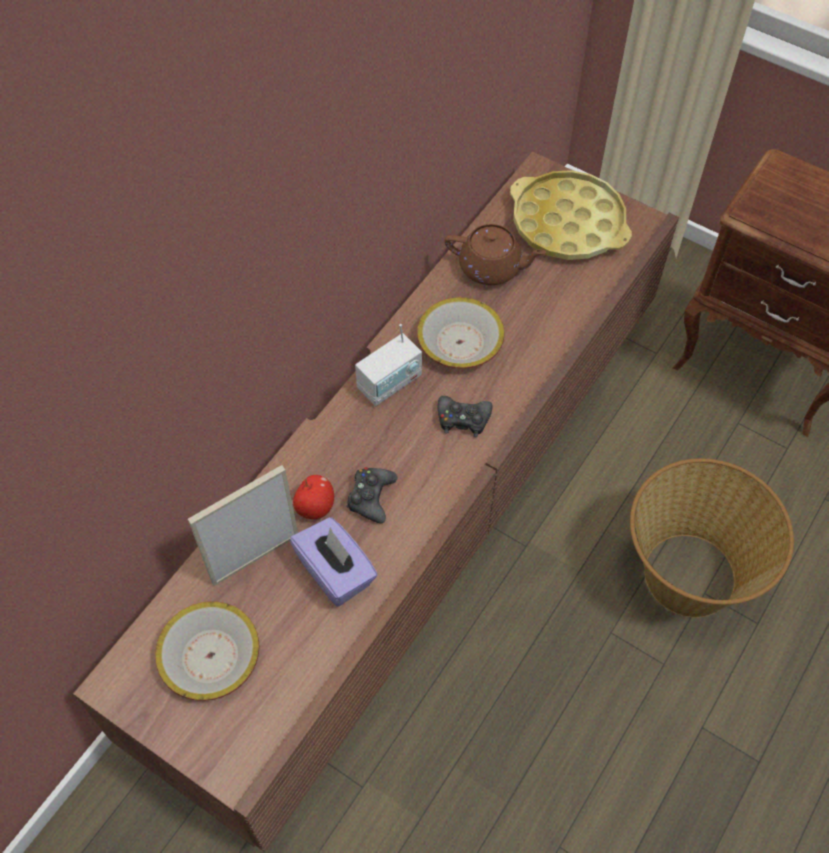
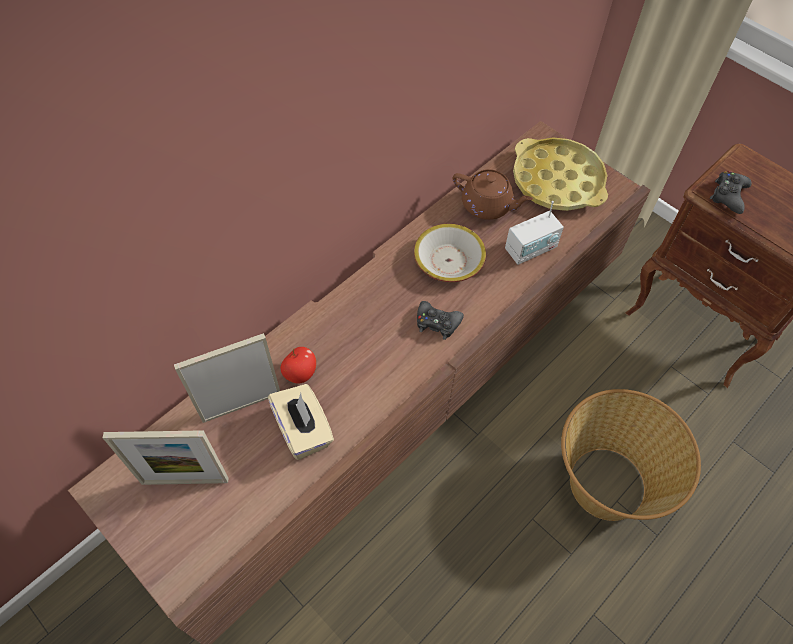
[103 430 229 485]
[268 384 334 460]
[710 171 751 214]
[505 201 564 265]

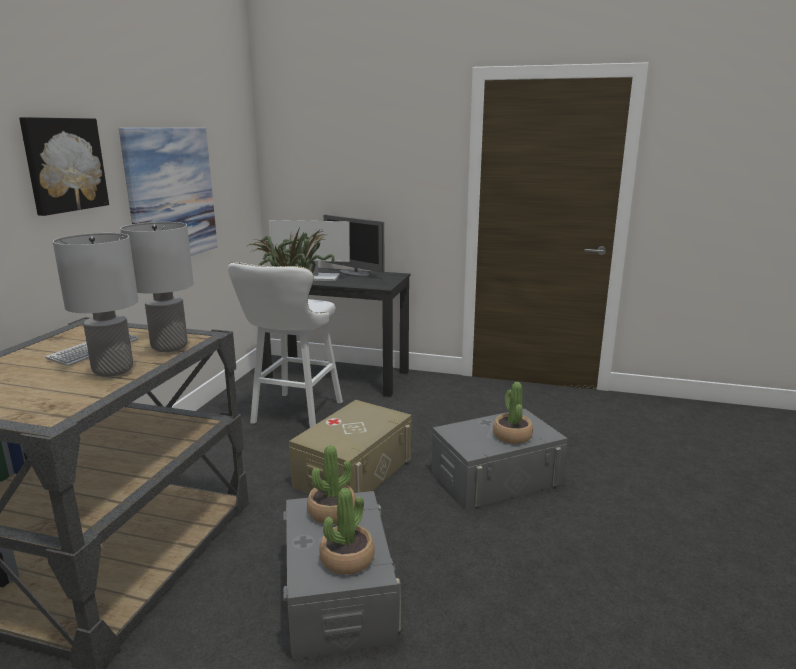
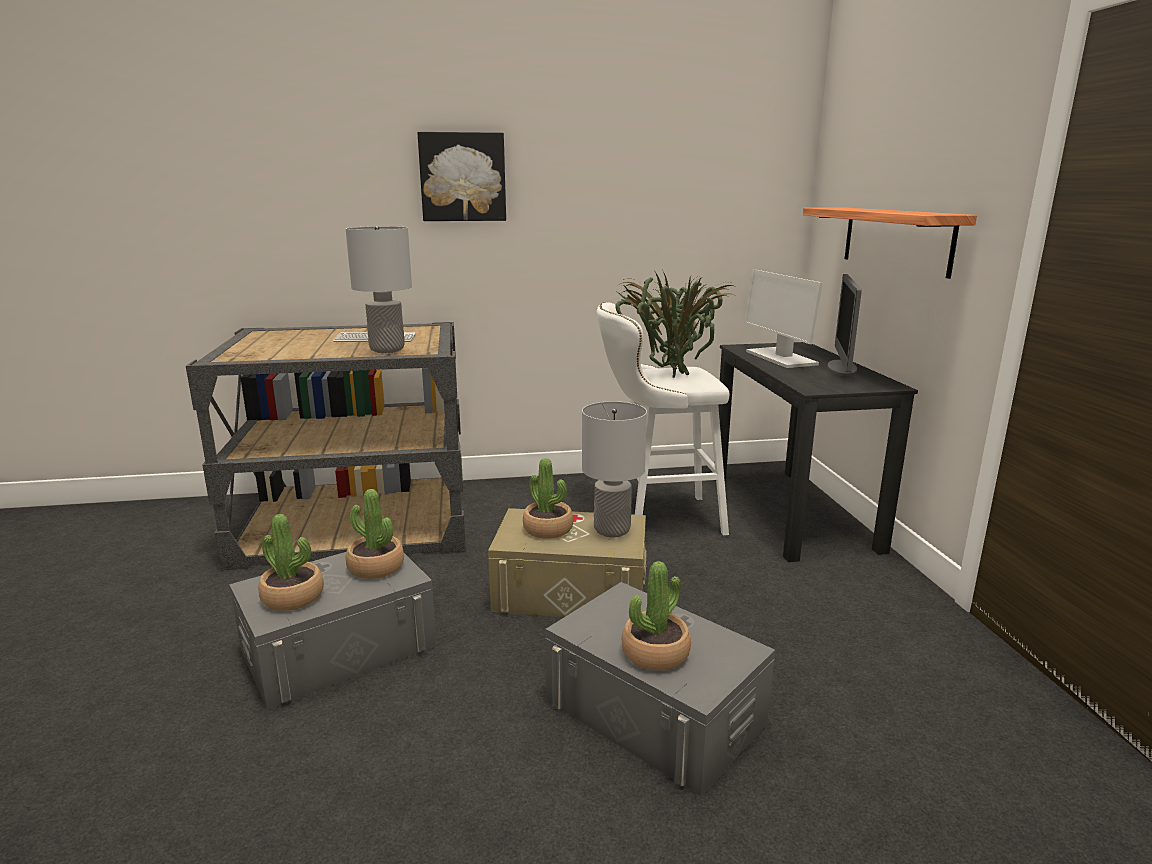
[582 401 647 538]
[119 128 218 256] (first image)
[523 458 573 539]
[803 207 977 279]

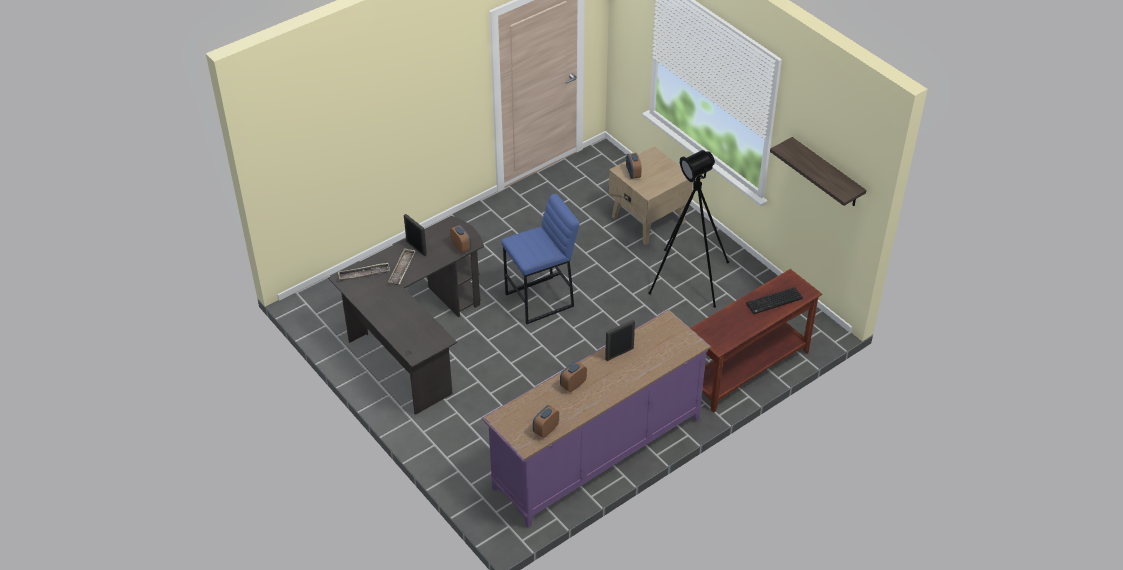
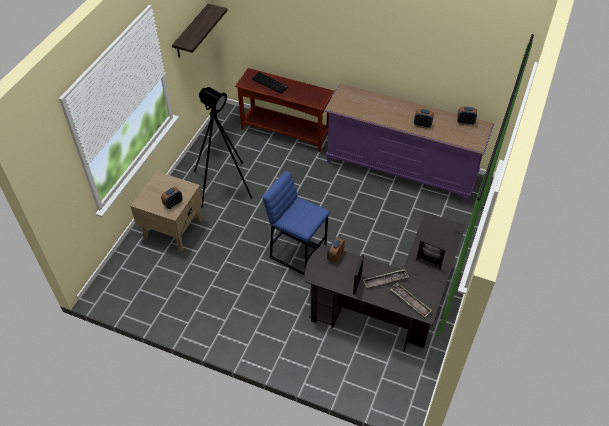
[416 239 446 270]

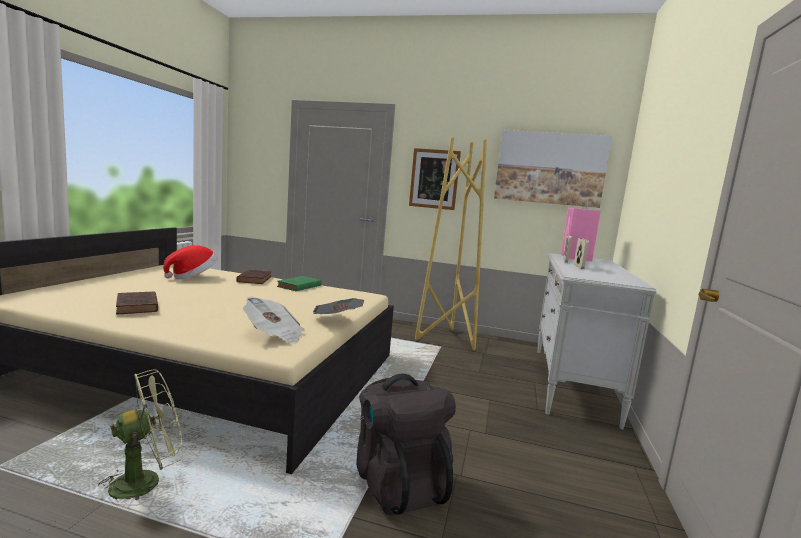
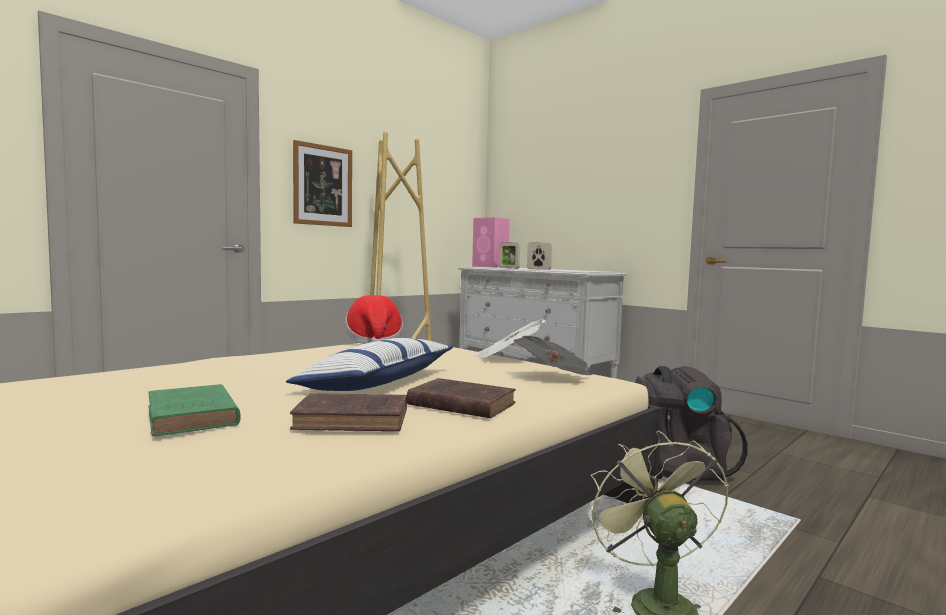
[345 295 403 344]
[407 378 516 418]
[148 384 241 436]
[494 130 612 208] (first image)
[286 338 453 391]

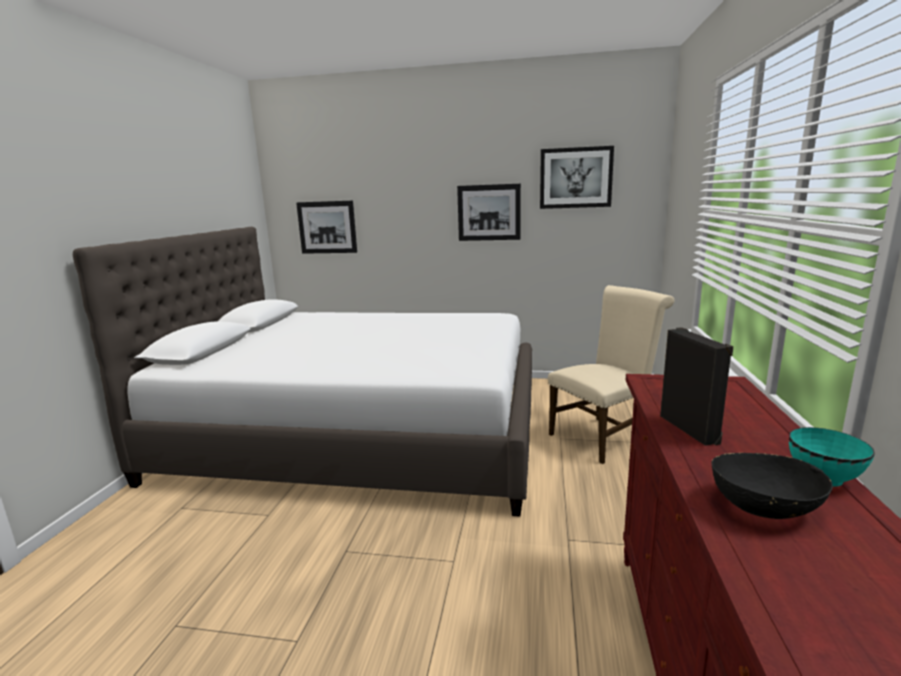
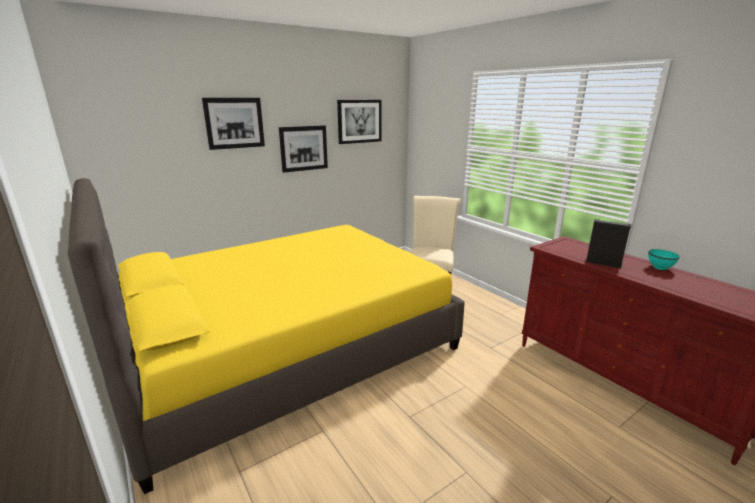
[68 178 465 494]
[202 98 265 150]
[711 453 833 519] (first image)

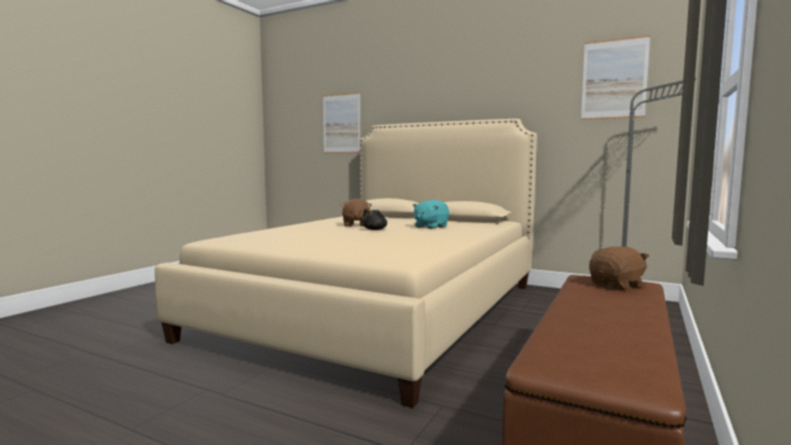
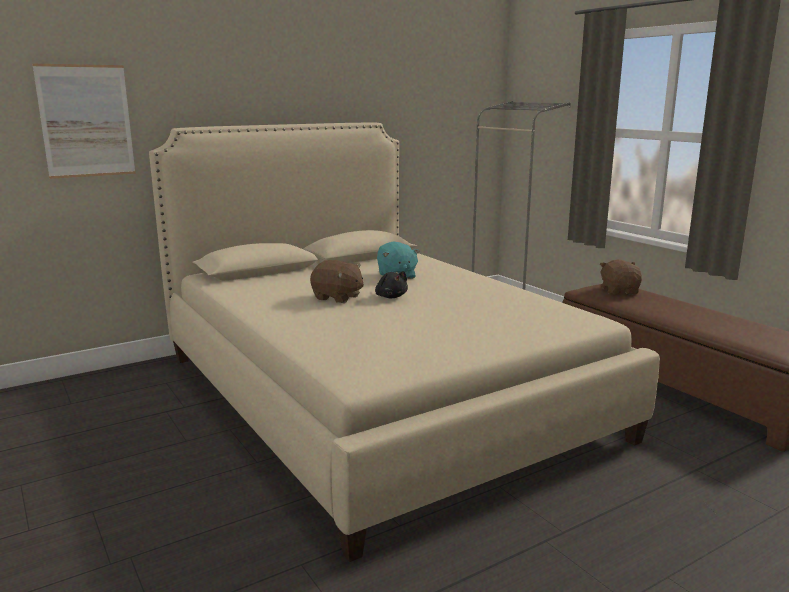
[581 35 650 120] (first image)

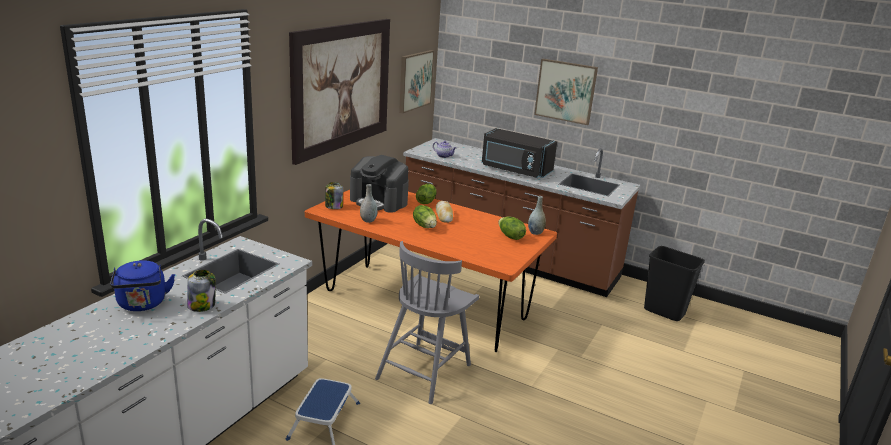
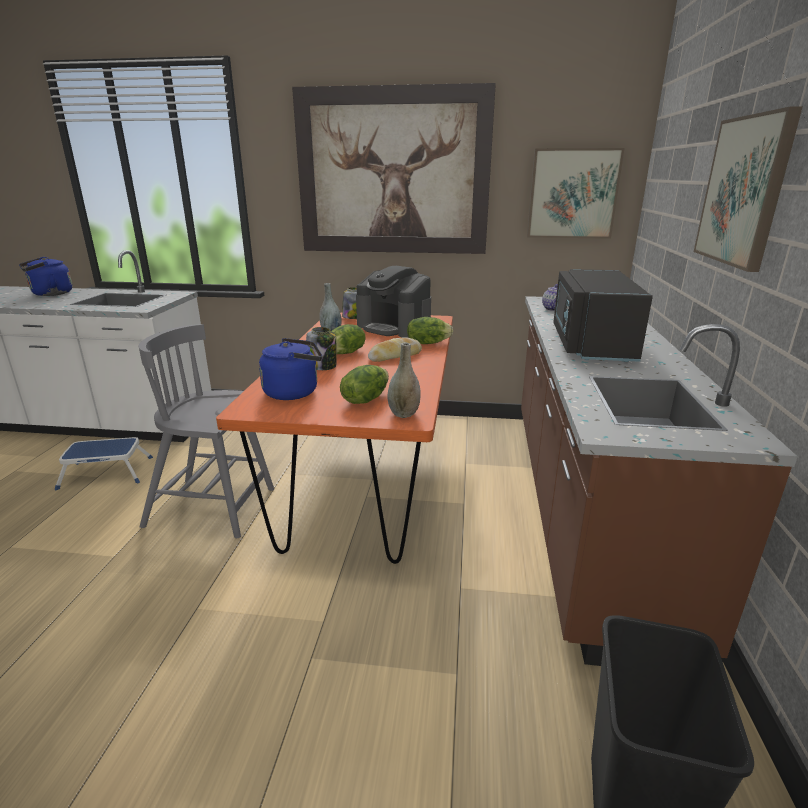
[306 327 336 370]
[356 266 431 338]
[259 338 322 400]

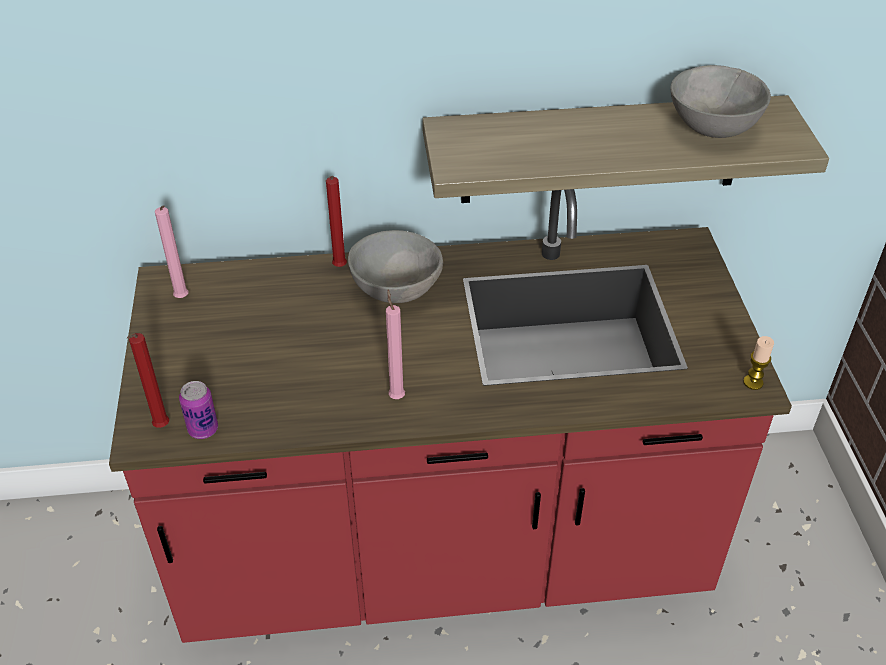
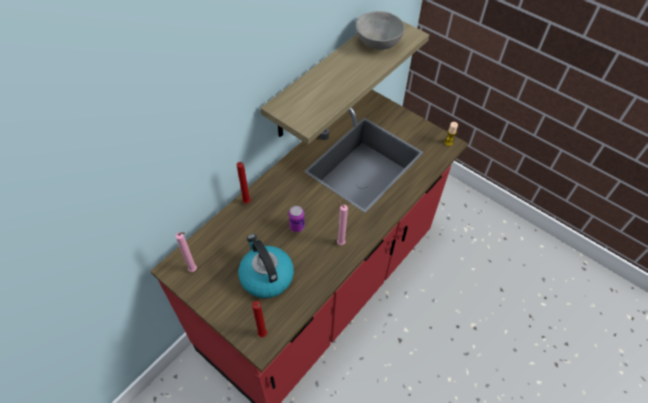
[289 205 305 232]
[348 230 443 303] (first image)
[238 234 294 298]

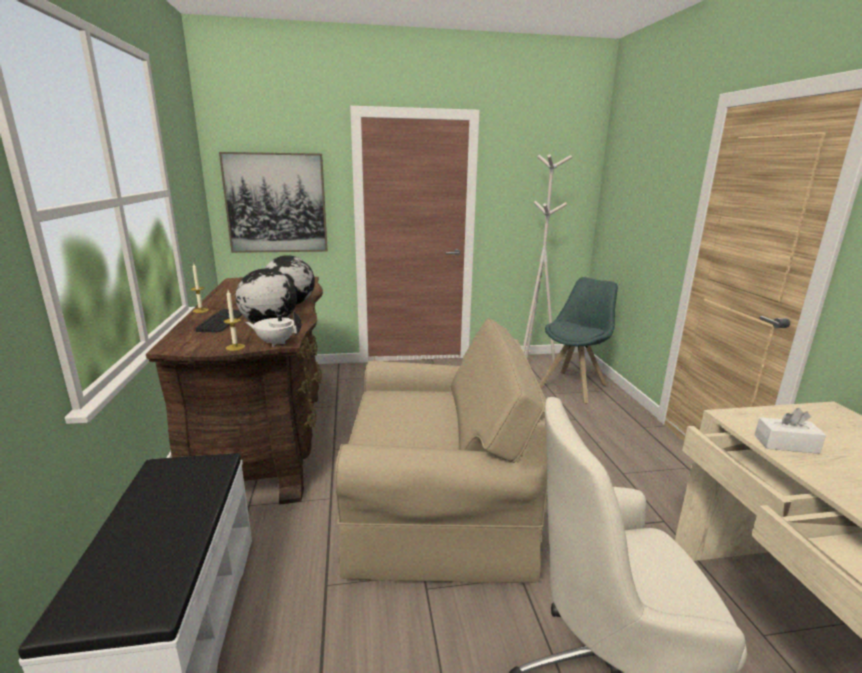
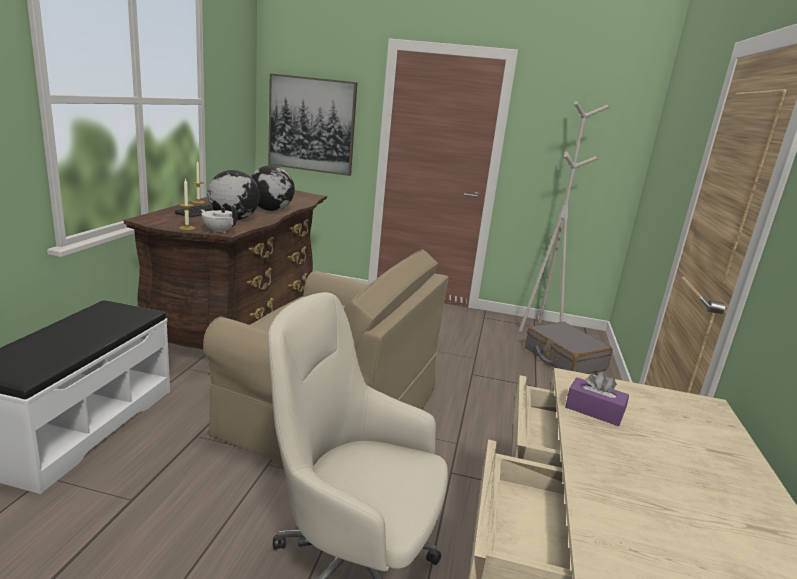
[525 322 613 374]
[565 372 629 426]

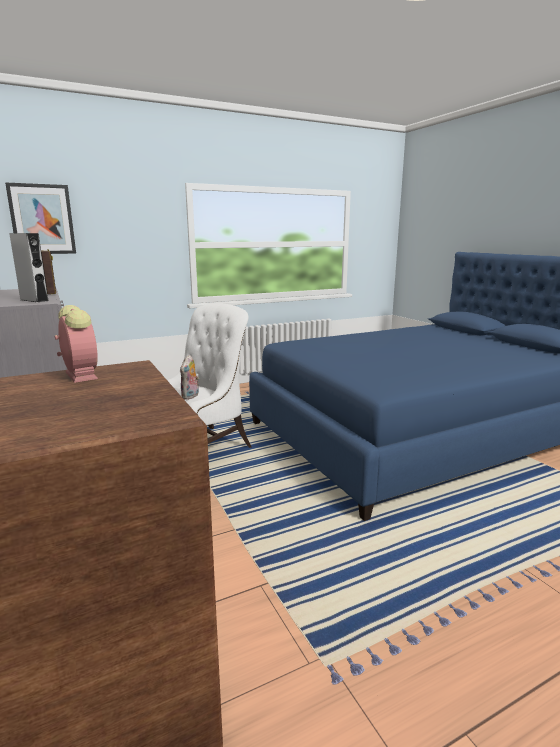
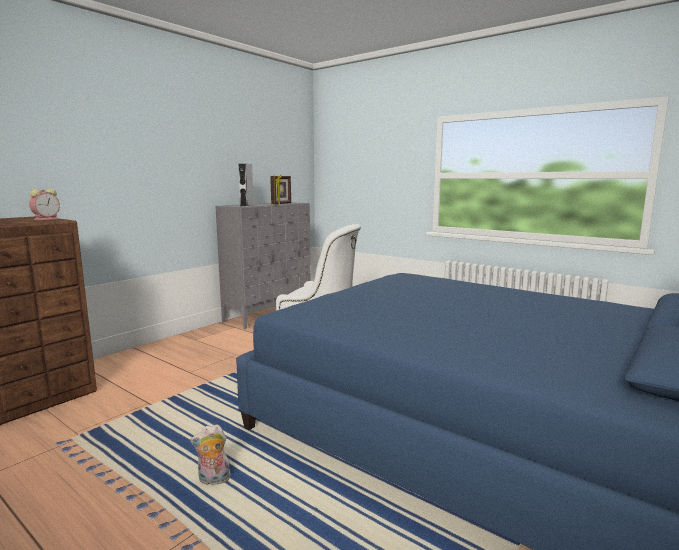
[5 182 76 254] (first image)
[190 424 231 485]

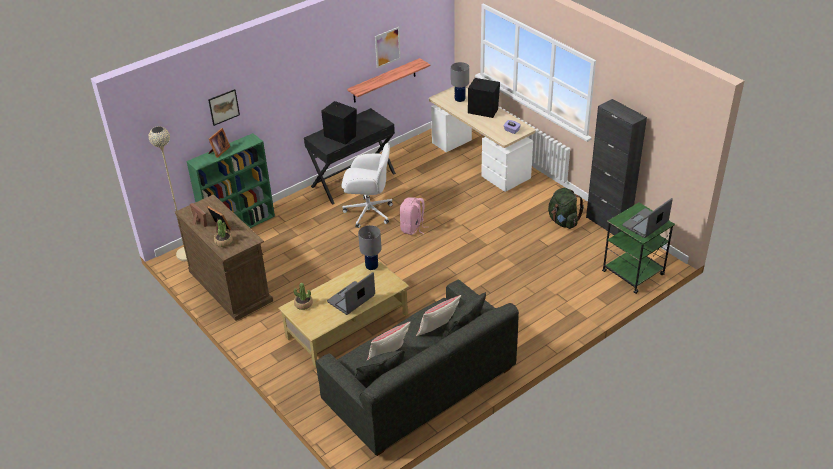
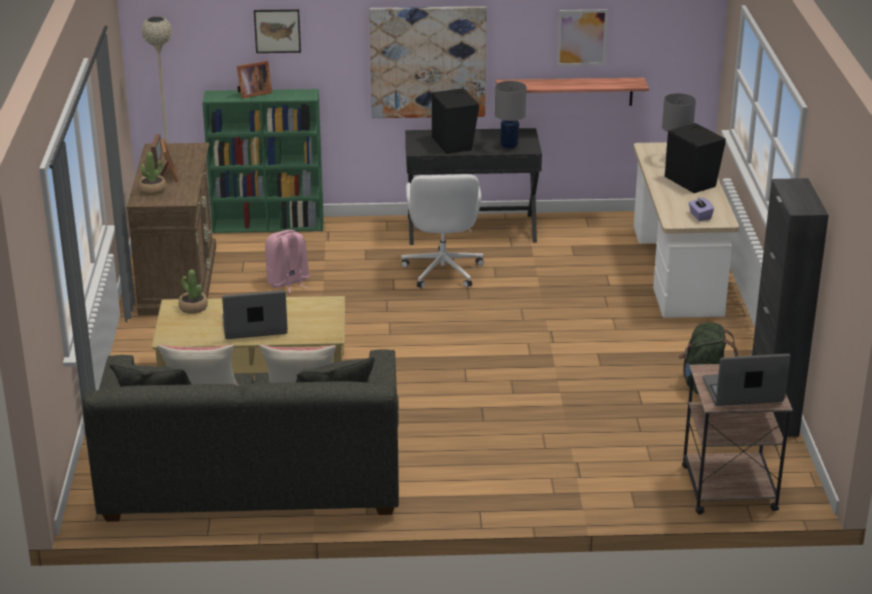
[401 174 484 288]
[495 81 526 148]
[265 230 310 293]
[682 364 793 515]
[369 6 487 118]

